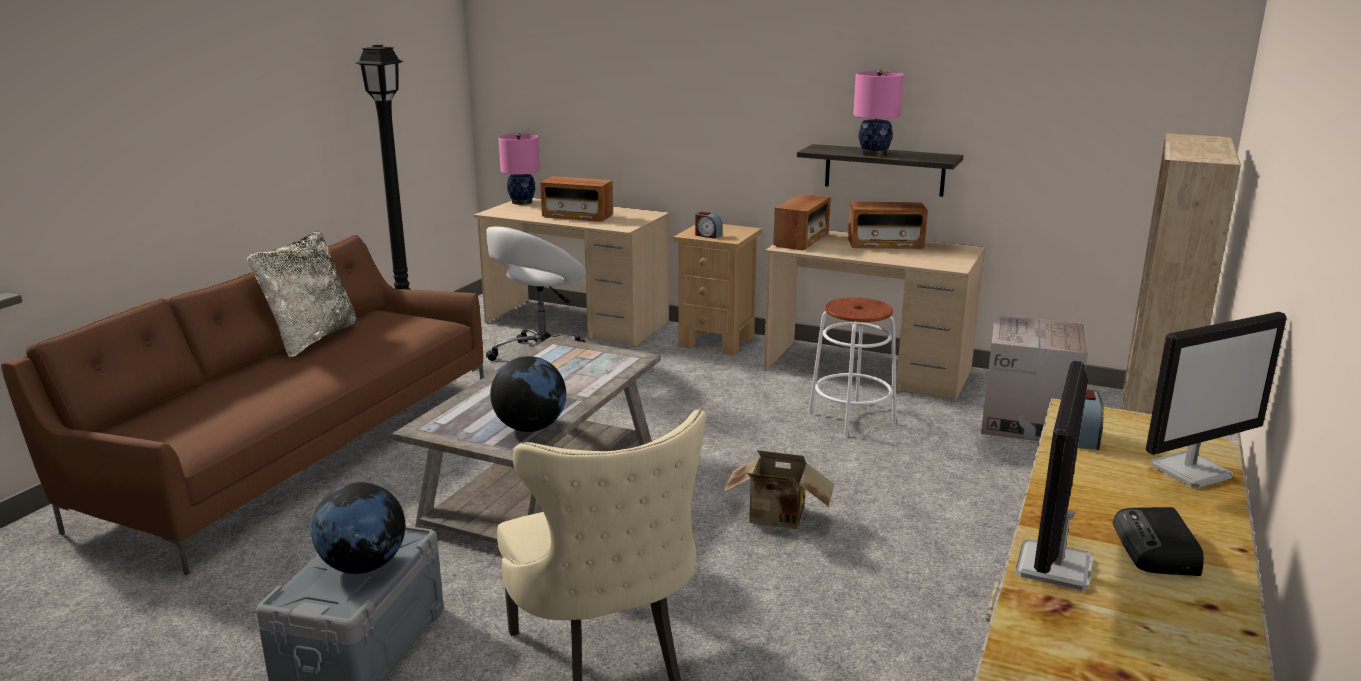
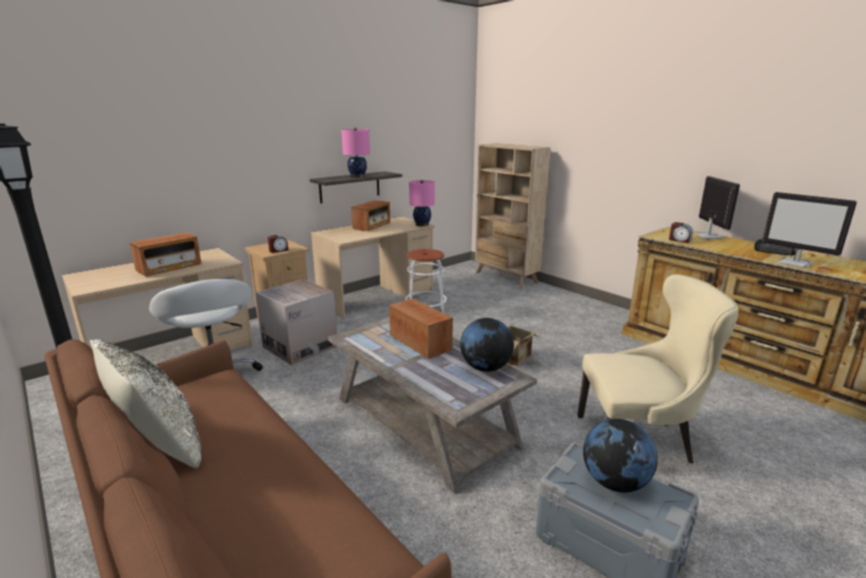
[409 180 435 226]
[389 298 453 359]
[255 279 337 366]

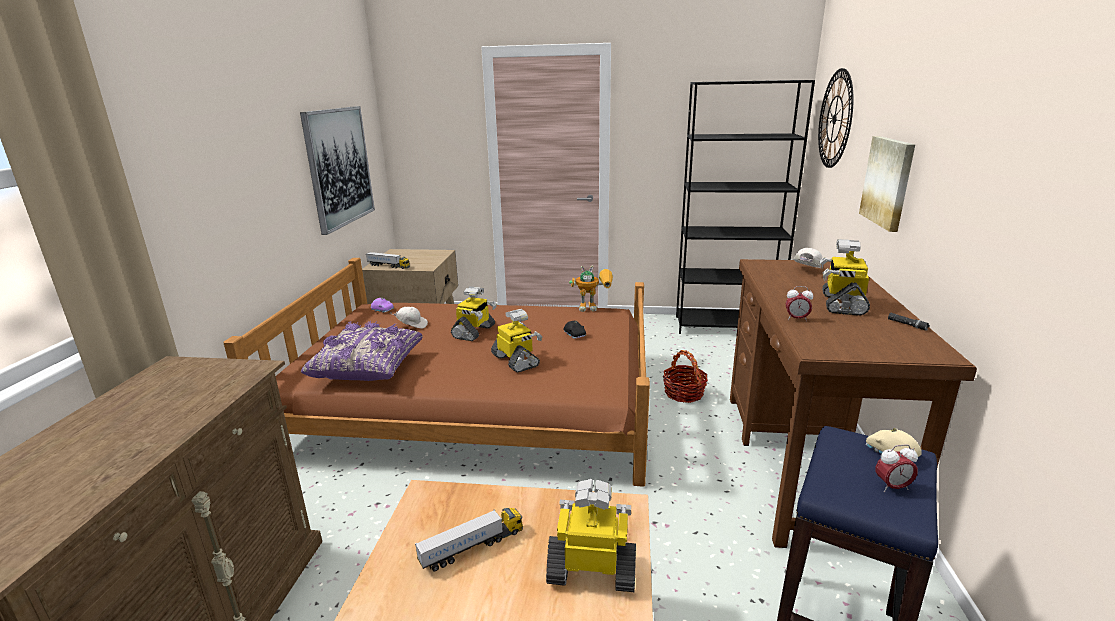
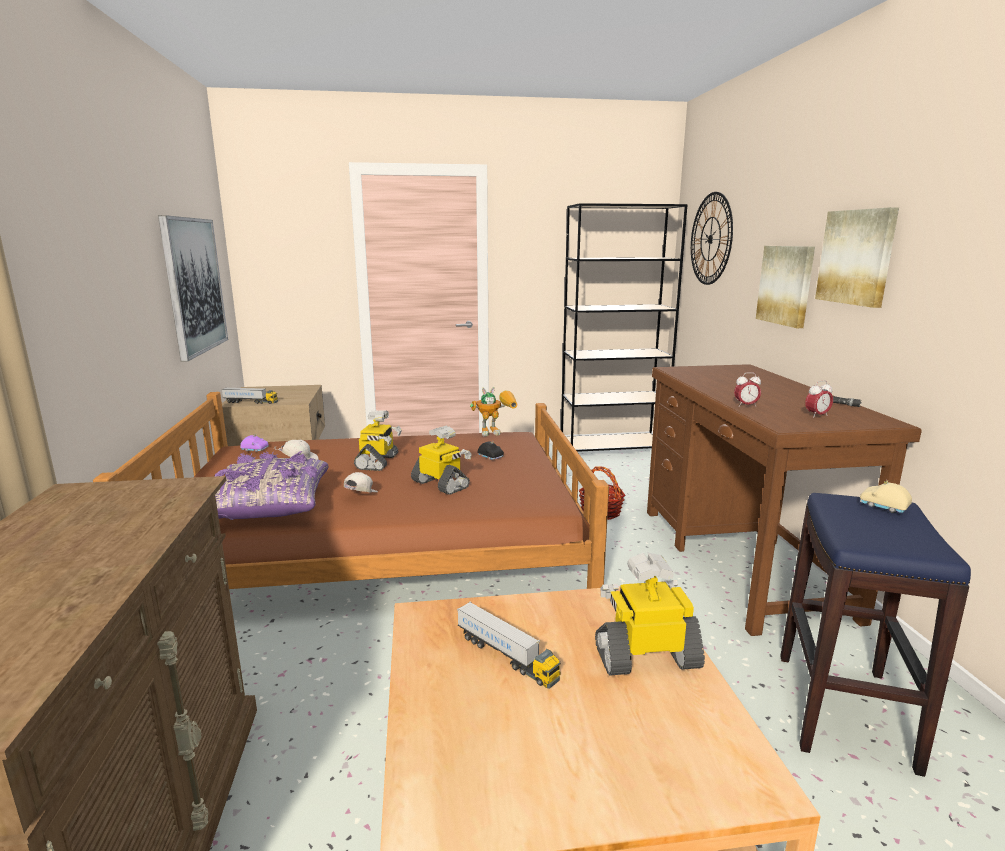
[457 601 561 688]
[561 203 688 452]
[344 472 378 492]
[819 239 870 316] (first image)
[805 380 833 418]
[815 207 899 308]

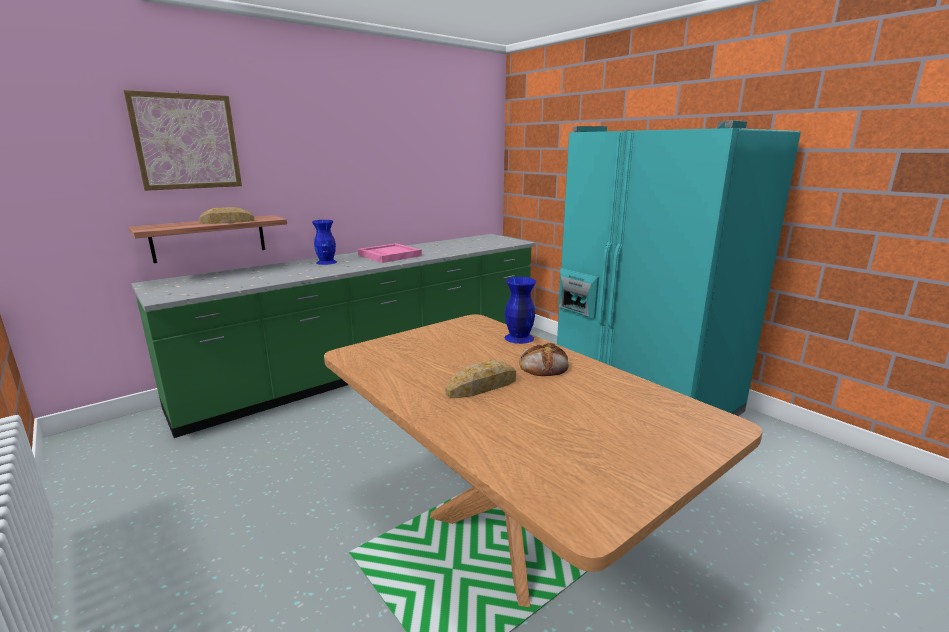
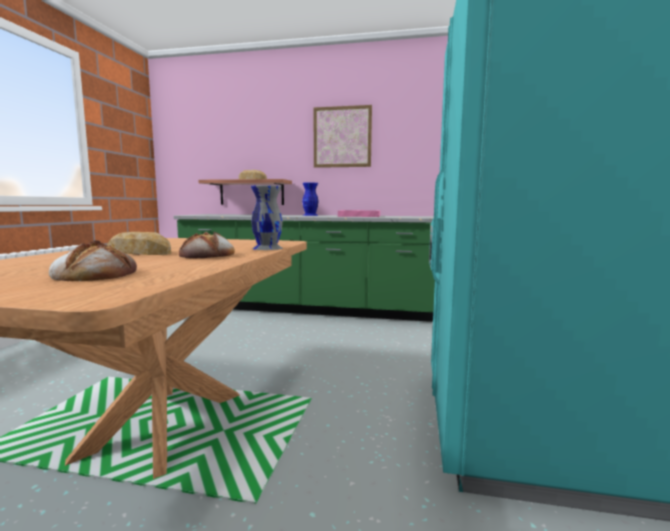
[314 105 372 168]
[251 185 283 250]
[49 240 137 281]

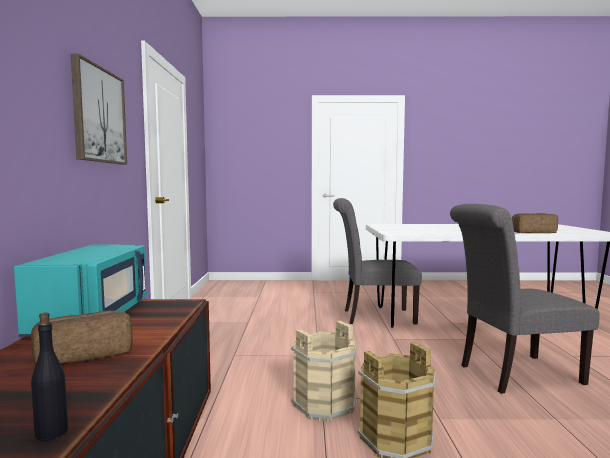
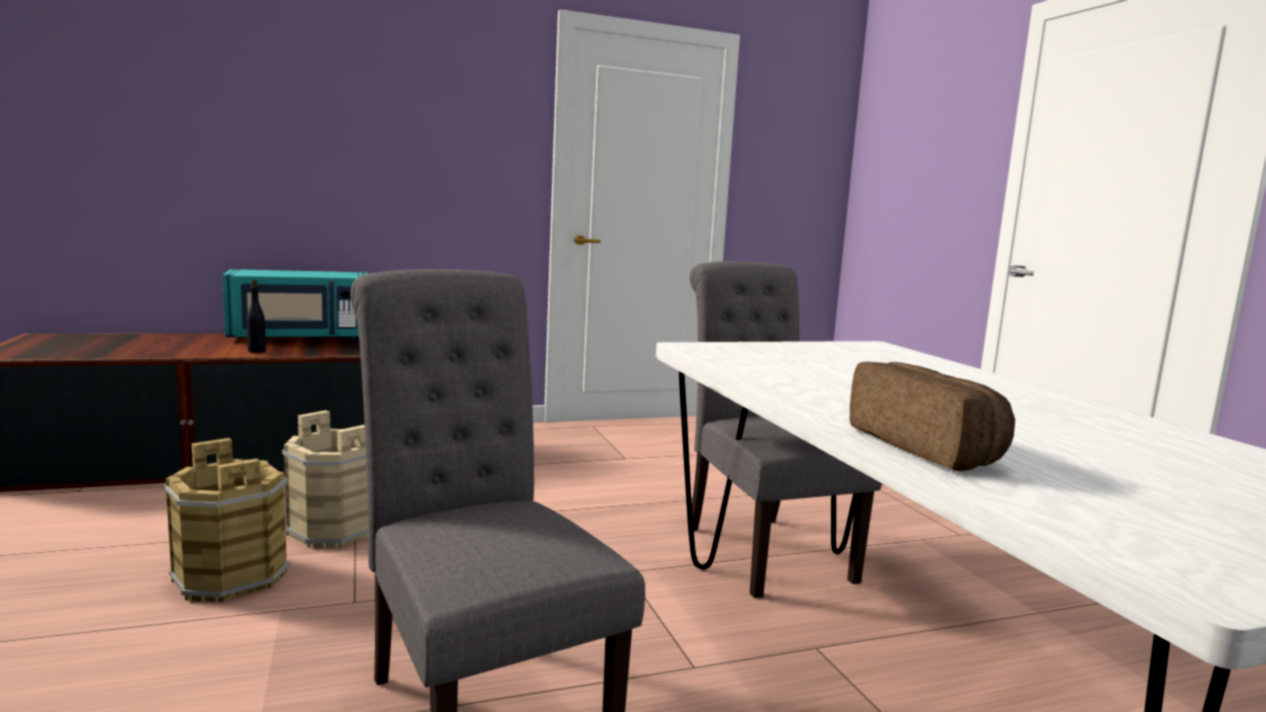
[31 310 133 366] (first image)
[246 280 266 353]
[71 54 127 165] (first image)

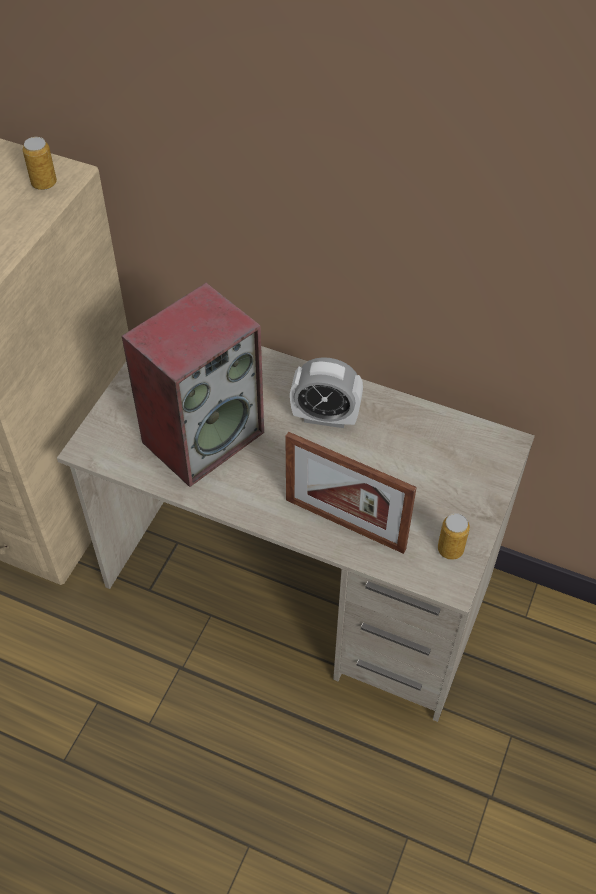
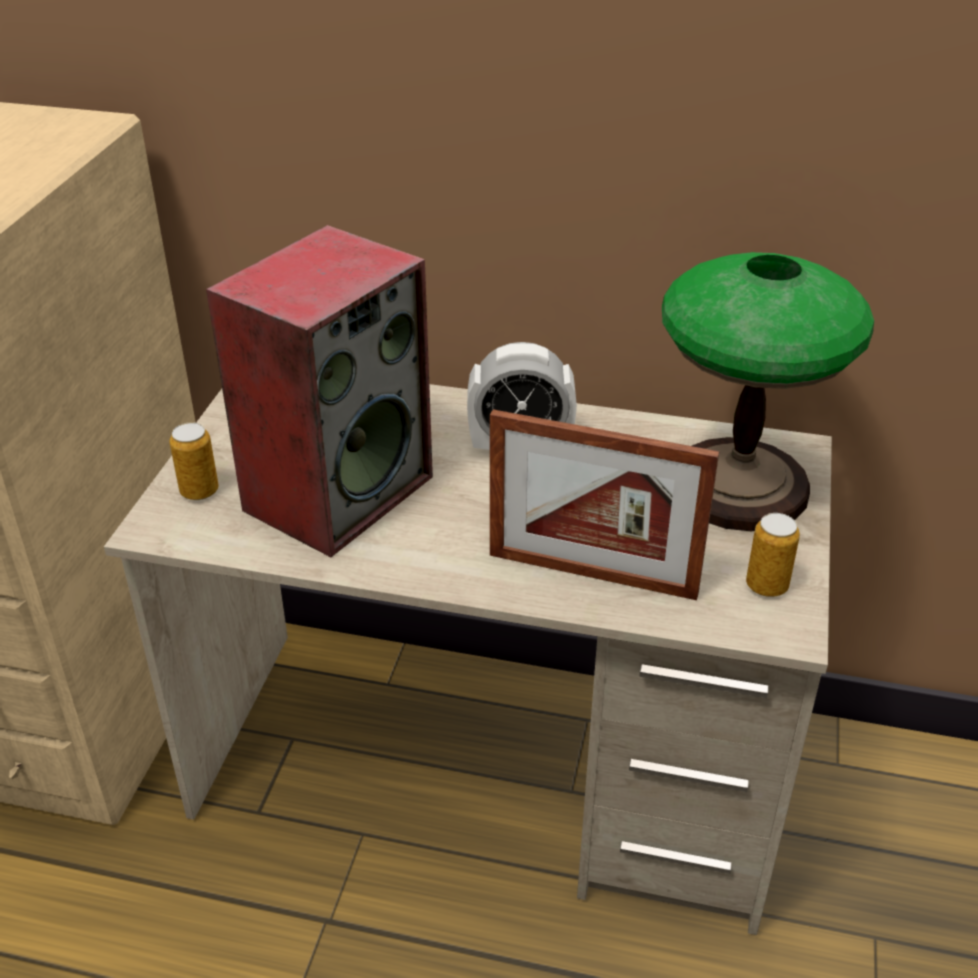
[170 422 219 500]
[662 252 874 531]

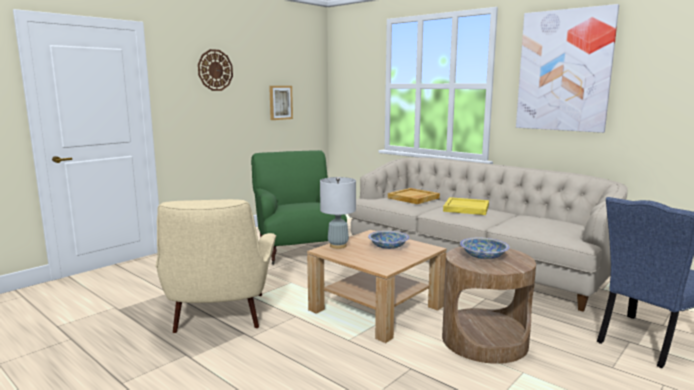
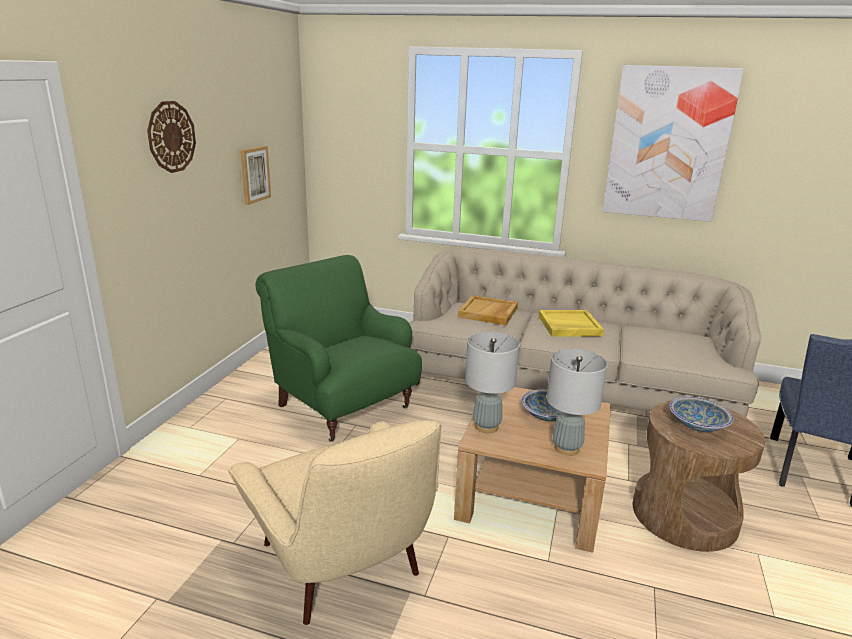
[546 349 608 456]

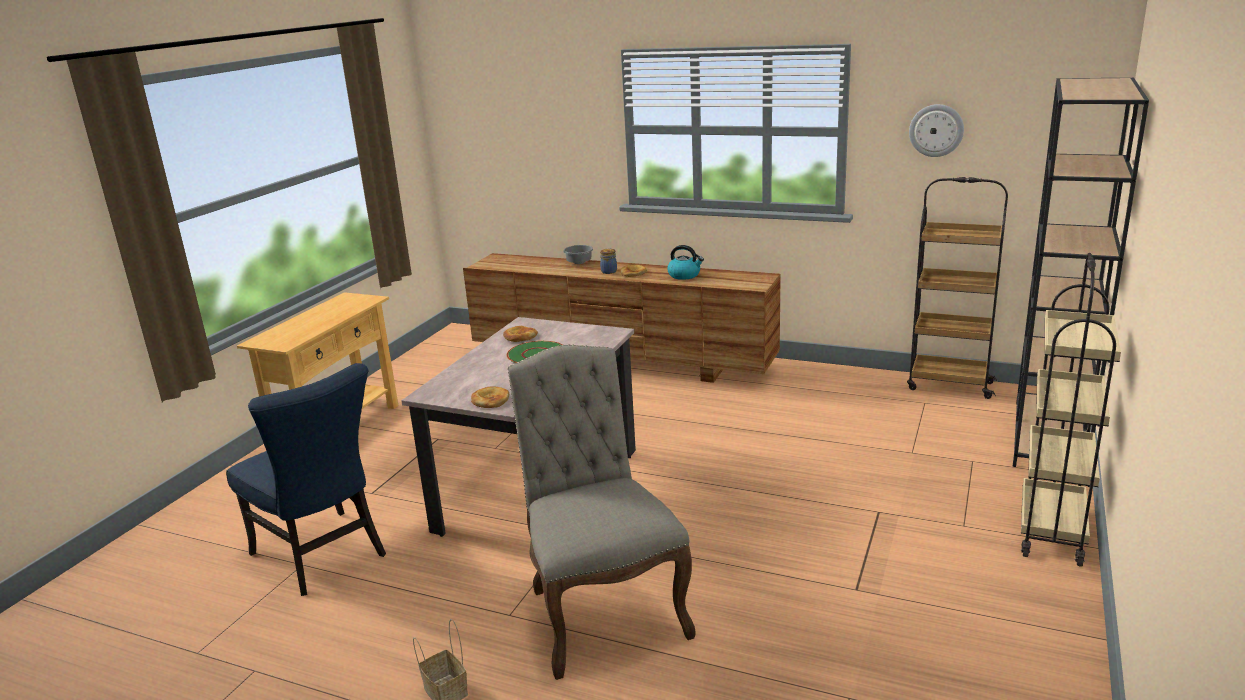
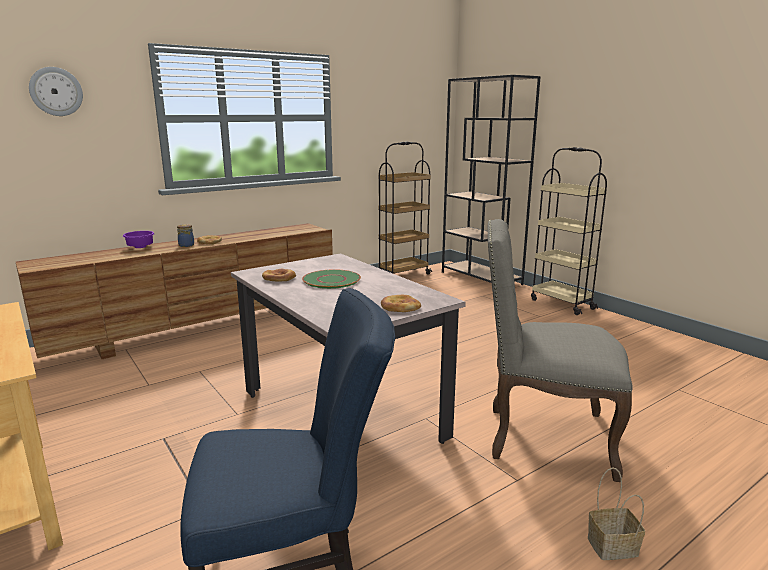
[123 231 154 248]
[667 245 704 280] (first image)
[29 67 83 116]

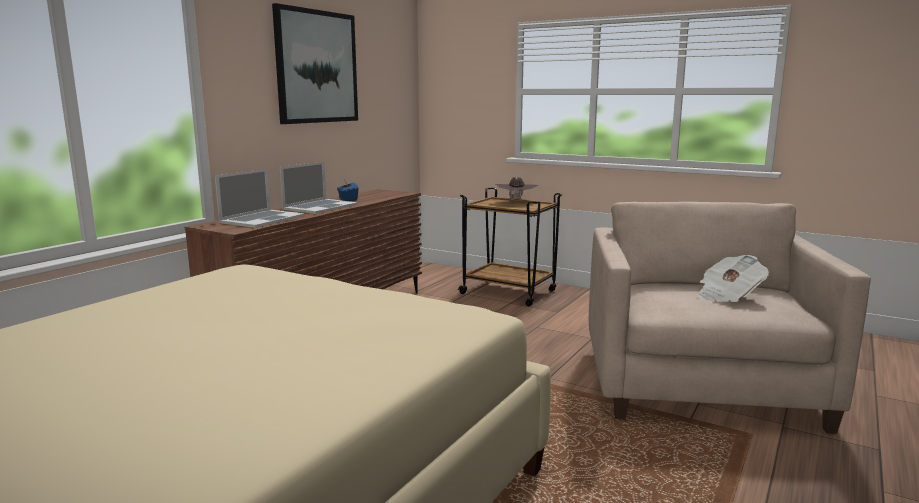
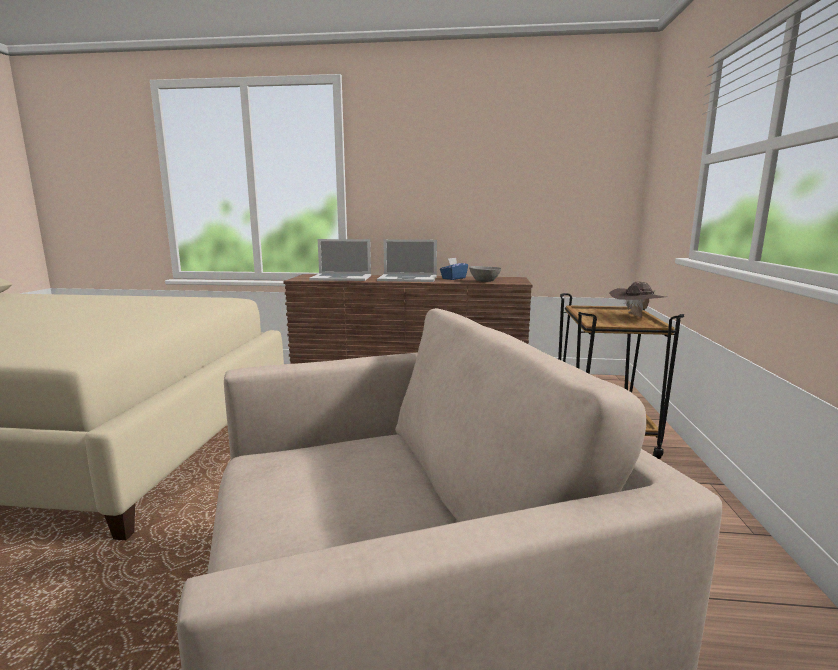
[272 3 358 124] (first image)
[697 255 769 302] (first image)
[469 266 501 282]

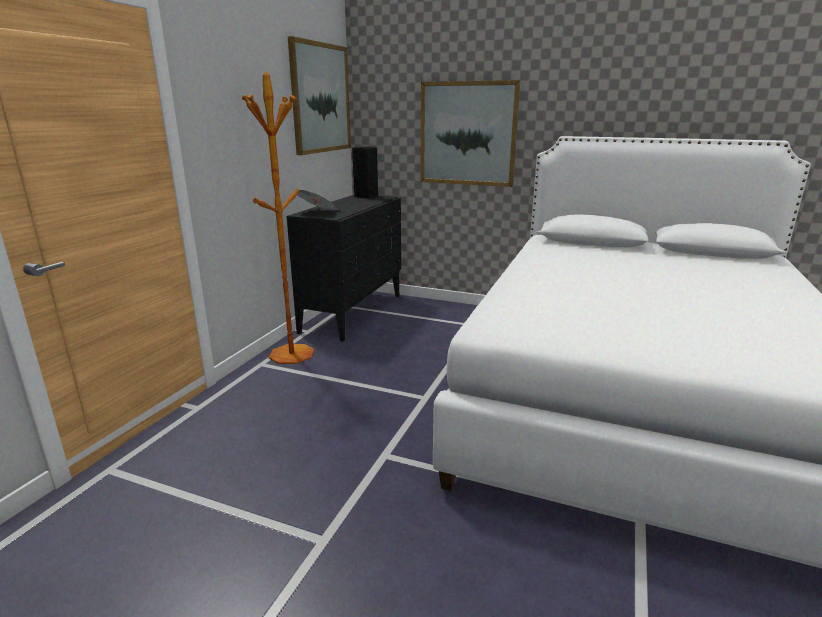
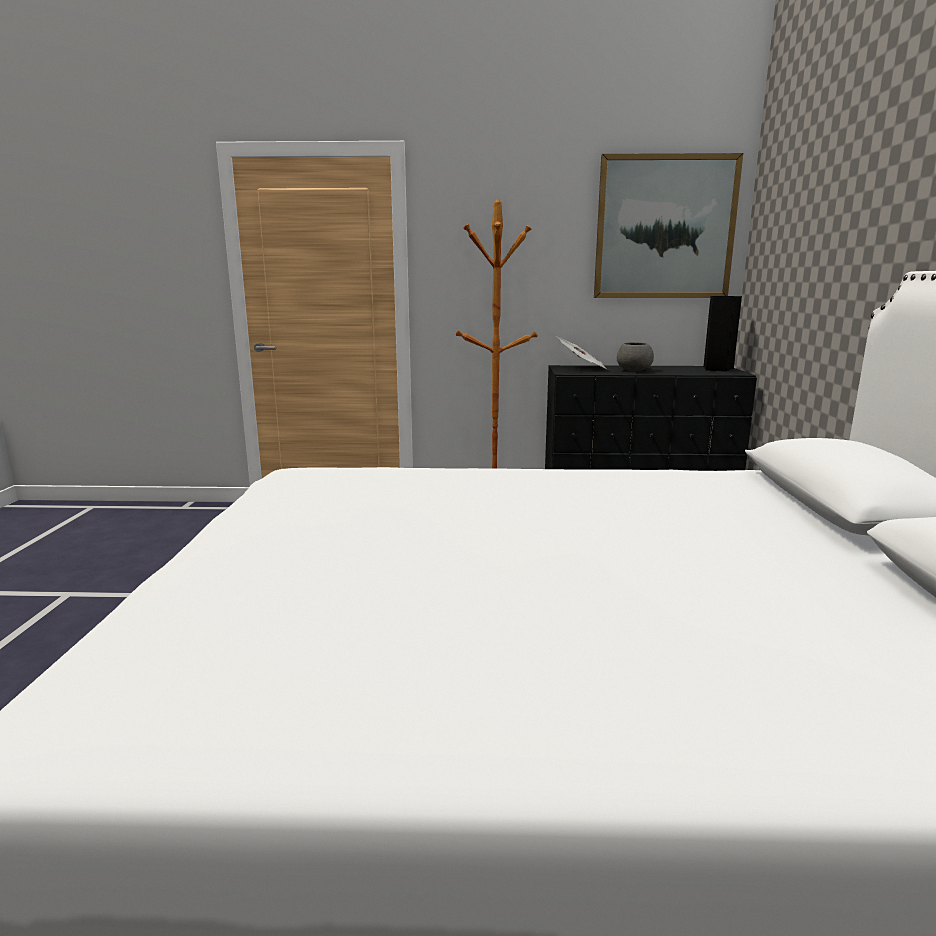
[420 80 520 187] (first image)
[617 342 654 371]

